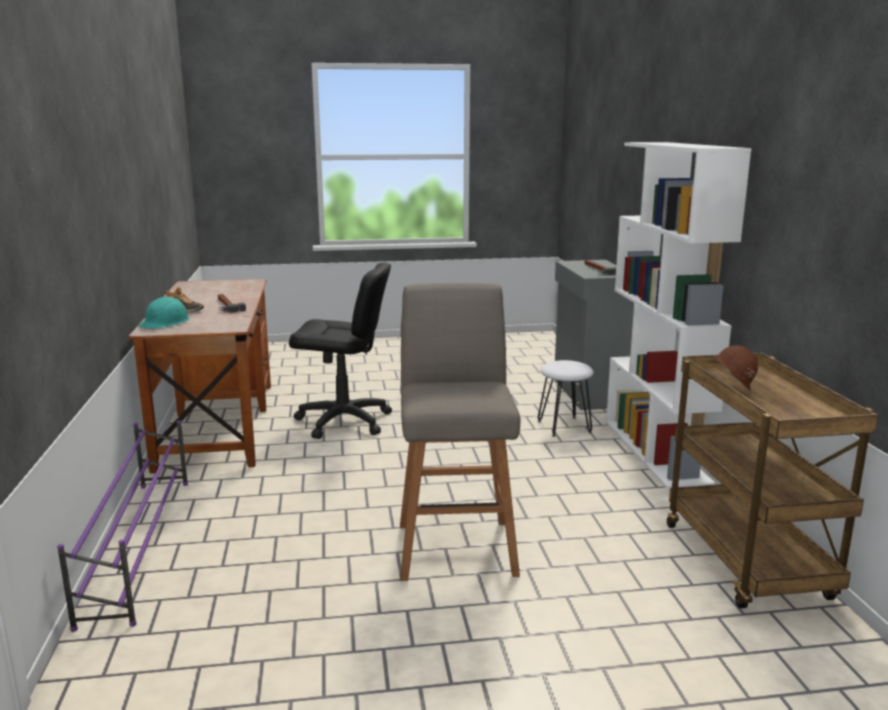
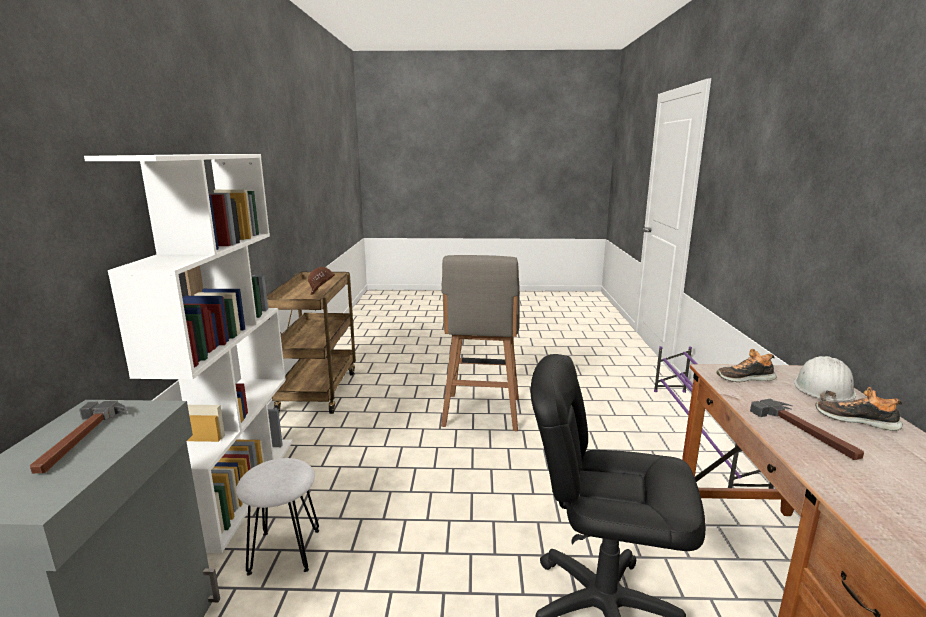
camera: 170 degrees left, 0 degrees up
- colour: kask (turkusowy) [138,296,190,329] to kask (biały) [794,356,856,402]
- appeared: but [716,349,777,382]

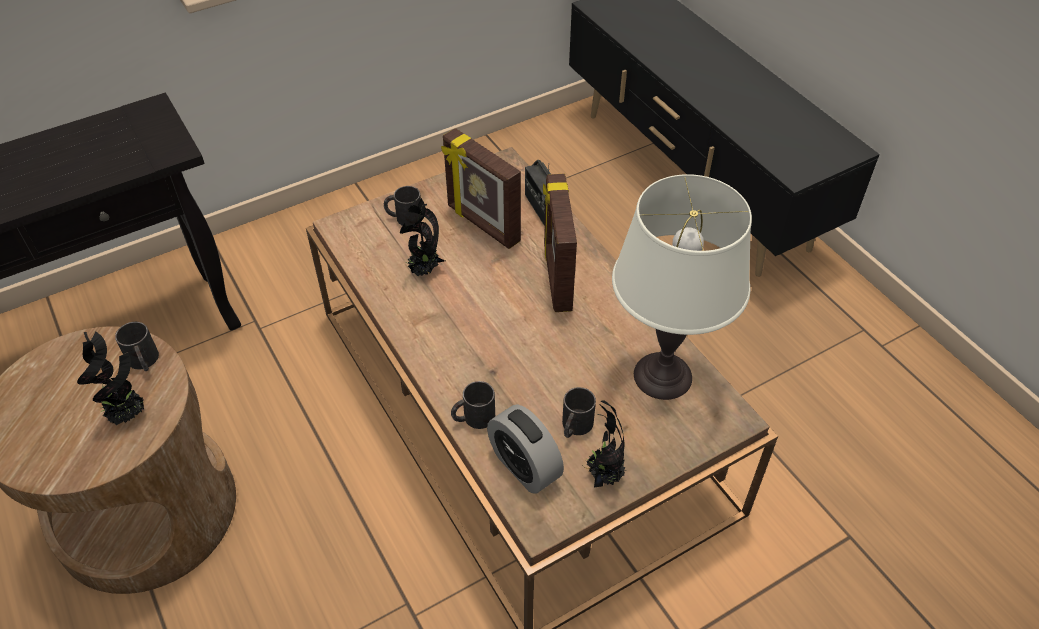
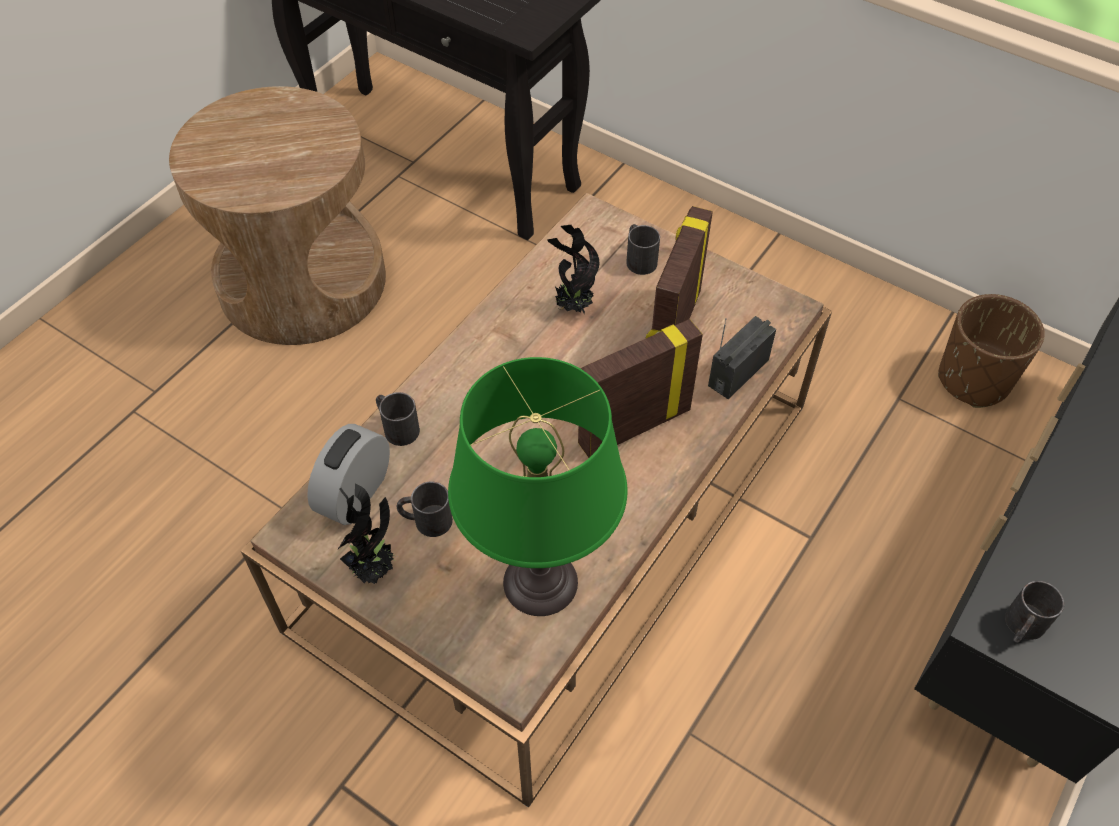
camera: 65 degrees right, 5 degrees up
- colour: lampa stołowa (biały) [612,174,752,400] to lampa stołowa (zielony) [448,357,628,616]
- relocated: kubek (czarny) [115,322,159,371] to [1005,581,1064,643]
- missing: roślina doniczkowa [77,332,144,425]
- appeared: donica (brązowy) [938,294,1045,408]

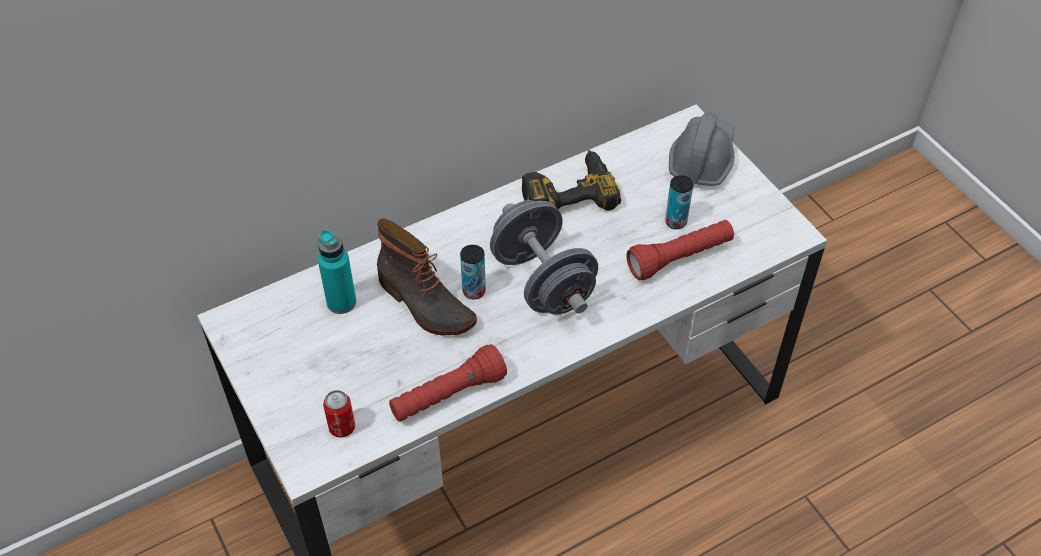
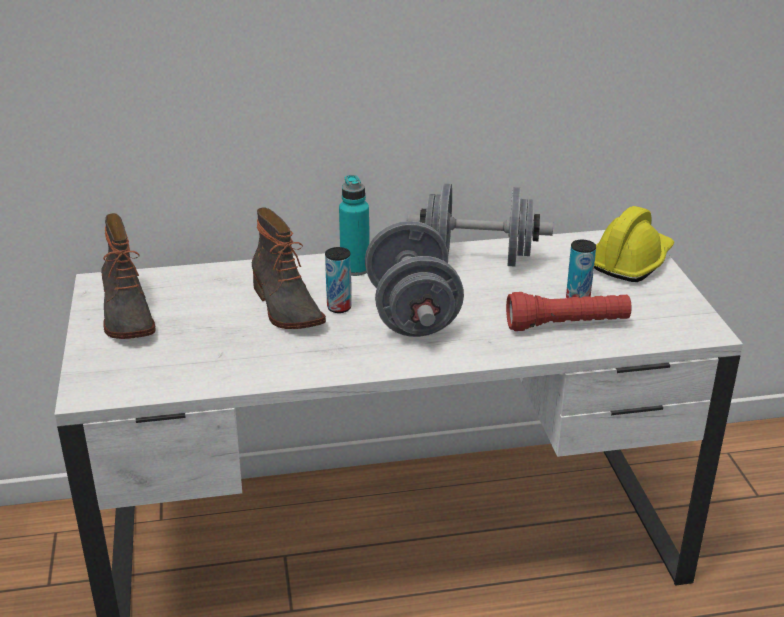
camera: 20 degrees right, 20 degrees down
- colour: kask (szary) [669,113,734,186] to kask (żółty) [594,206,674,282]
- exchanged: wiertarka [522,150,621,211] to hantel (szary) [407,184,553,267]
- relocated: butelka (turkusowy) [318,230,356,314] to [339,175,369,276]
- missing: latarka (czerwony) [389,344,507,422]
- missing: puszka [323,390,355,438]
- appeared: but z cholewką [101,213,156,339]

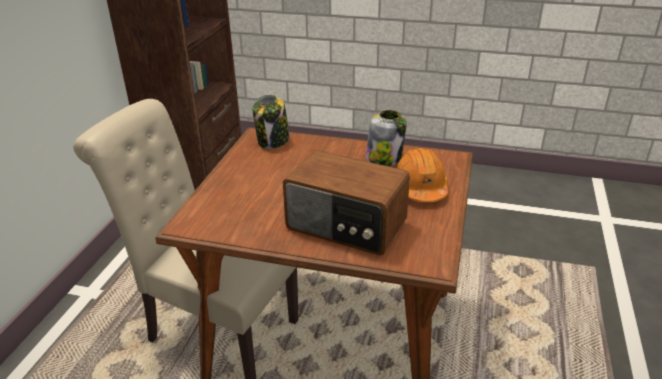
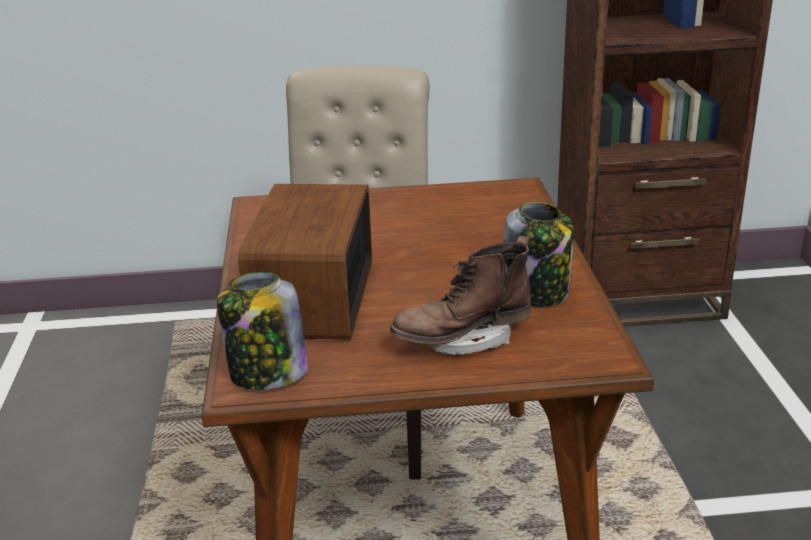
camera: 70 degrees right, 5 degrees down
- relocated: słoik [252,95,290,149] to [217,272,308,390]
- exchanged: kask (pomarańczowy) [397,148,448,202] to but z cholewką (brązowy) [390,235,531,355]

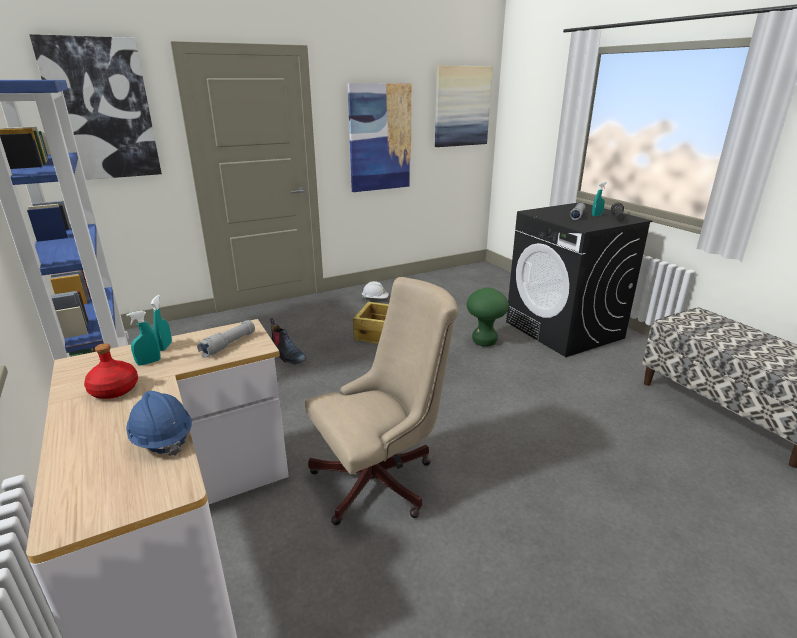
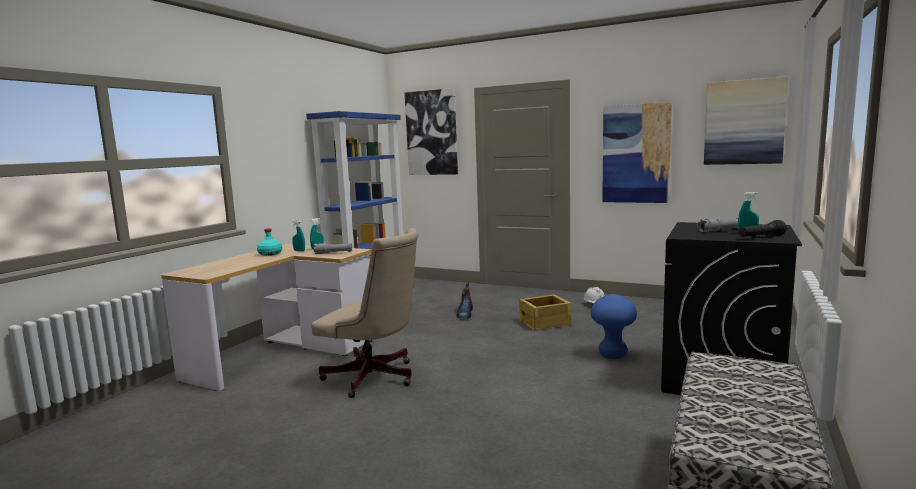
camera: 55 degrees right, 15 degrees down
- colour: stołek (zielony) [467,287,509,347] to stołek (niebieski) [591,294,637,359]
- colour: butelka (czerwony) [84,343,138,399] to butelka (turkusowy) [257,228,282,256]
- missing: kask (niebieski) [126,391,192,456]

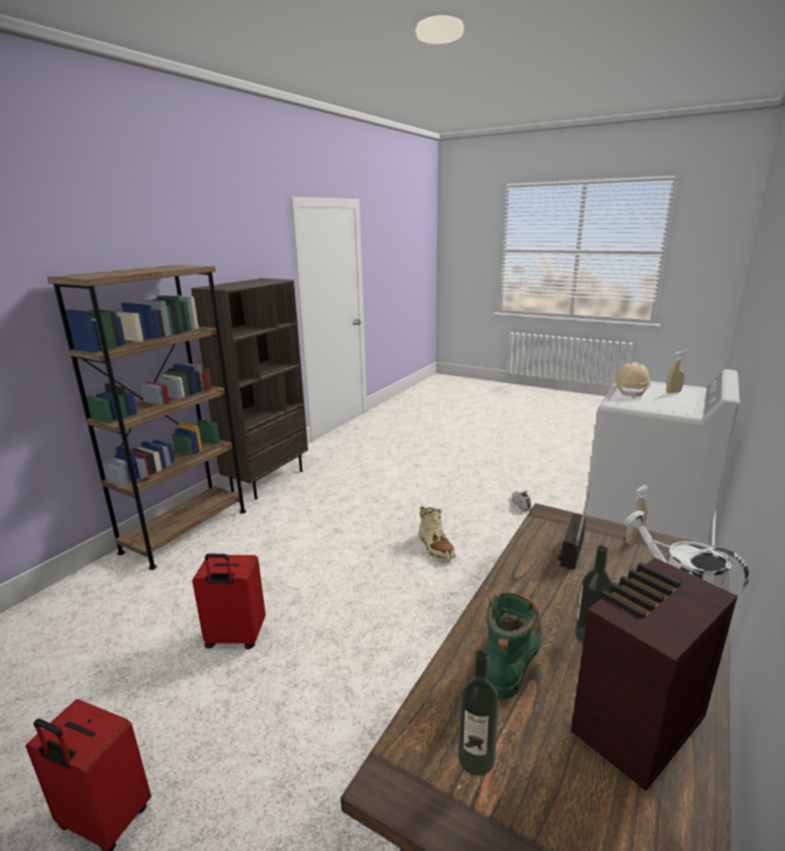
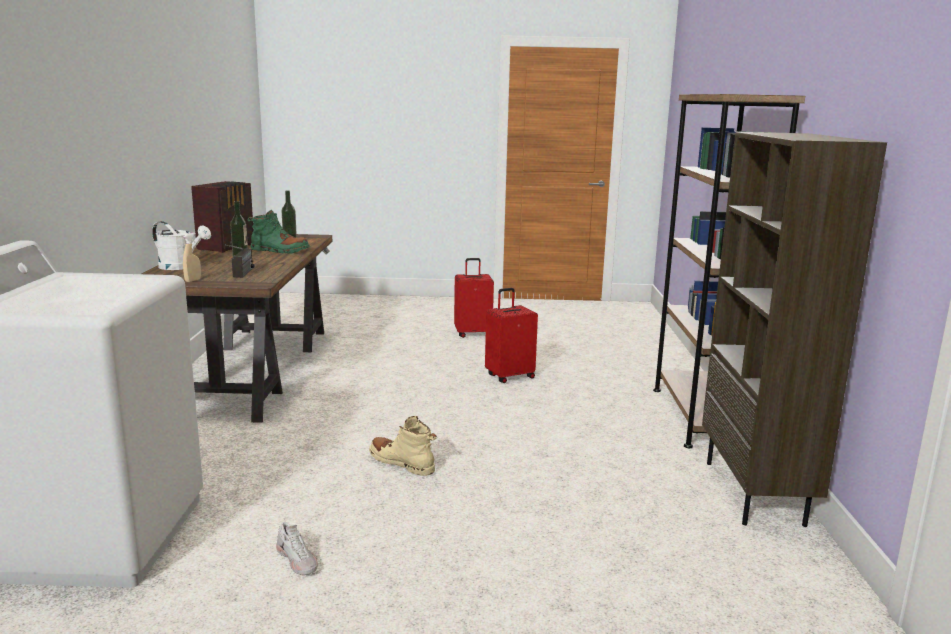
camera: 150 degrees right, 5 degrees down
- missing: spryskiwacz (beżowy) [666,350,687,393]
- missing: kask (beżowy) [614,362,651,398]
- spun: but z cholewką (zielony) [486,593,542,699] = [247,210,310,254] 75 degrees counterclockwise

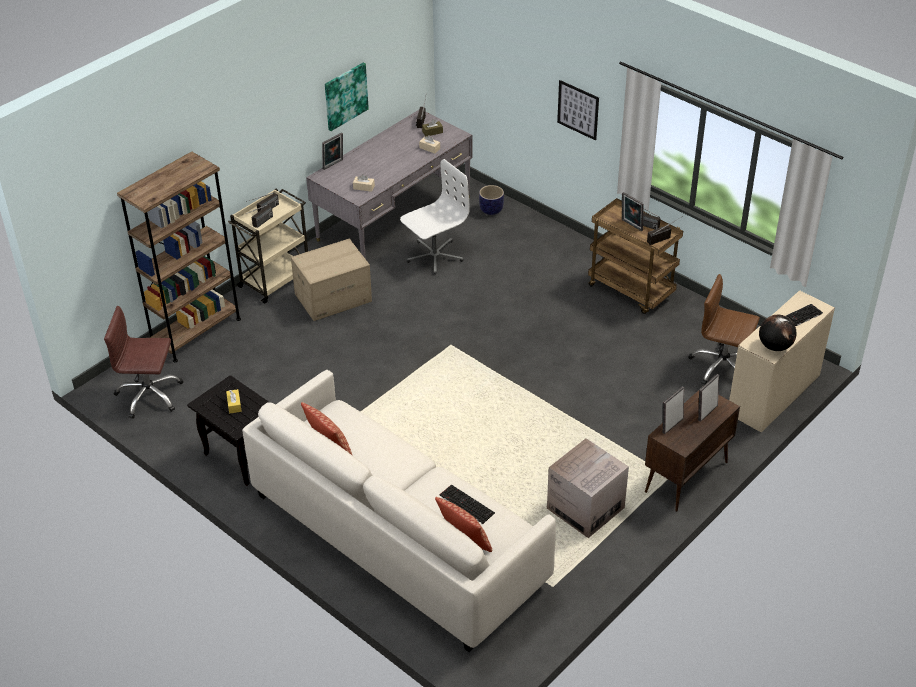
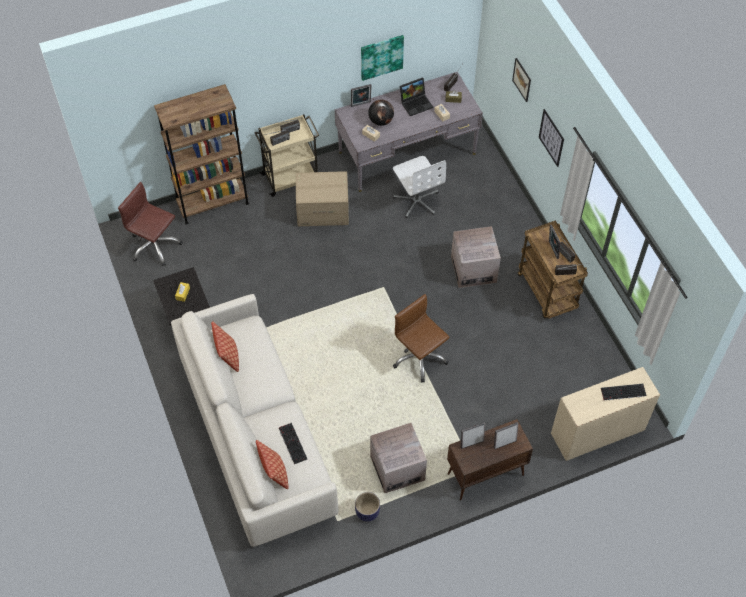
camera: 25 degrees right, 15 degrees up
- spun: krzesło biurowe (biały) [400,159,470,275] = [393,156,446,218] 75 degrees clockwise
- relocated: donica [479,185,504,215] to [355,492,380,522]
- relocated: krzesło biurowe (brązowy) [688,274,760,385] to [393,294,449,383]
- relocated: globus [759,315,796,351] to [368,100,394,126]
- appeared: obraz [512,58,531,102]
- appeared: laptop [400,77,433,116]
- appeared: karton [451,226,501,288]

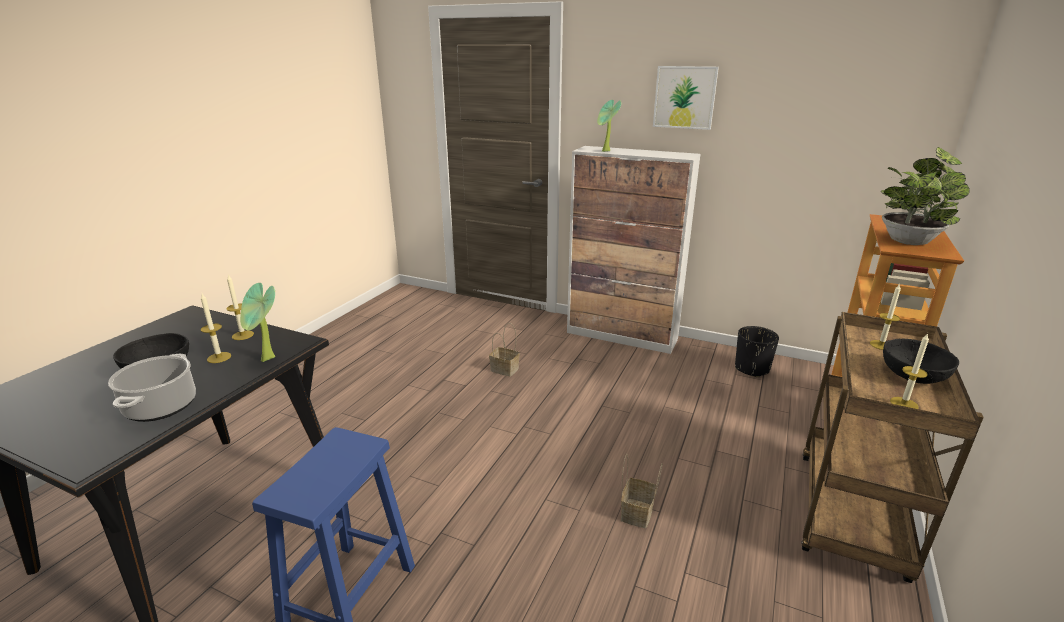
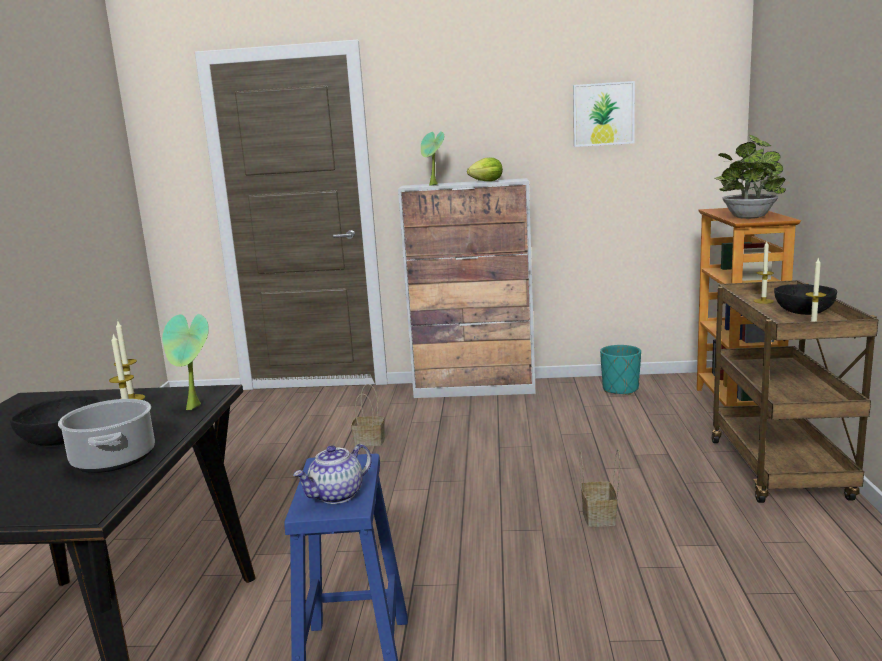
camera: 20 degrees left, 10 degrees down
- relocated: obraz [653,66,719,130] to [573,81,635,147]
- colour: donica (czarny) [735,326,779,377] to donica (turkusowy) [600,345,641,395]
- appeared: sałata [467,157,503,181]
- appeared: imbryk [293,444,372,504]

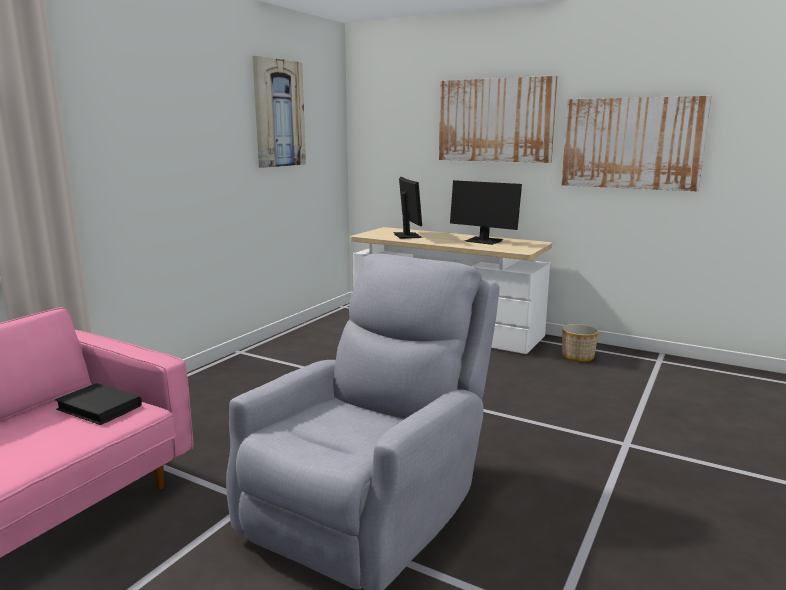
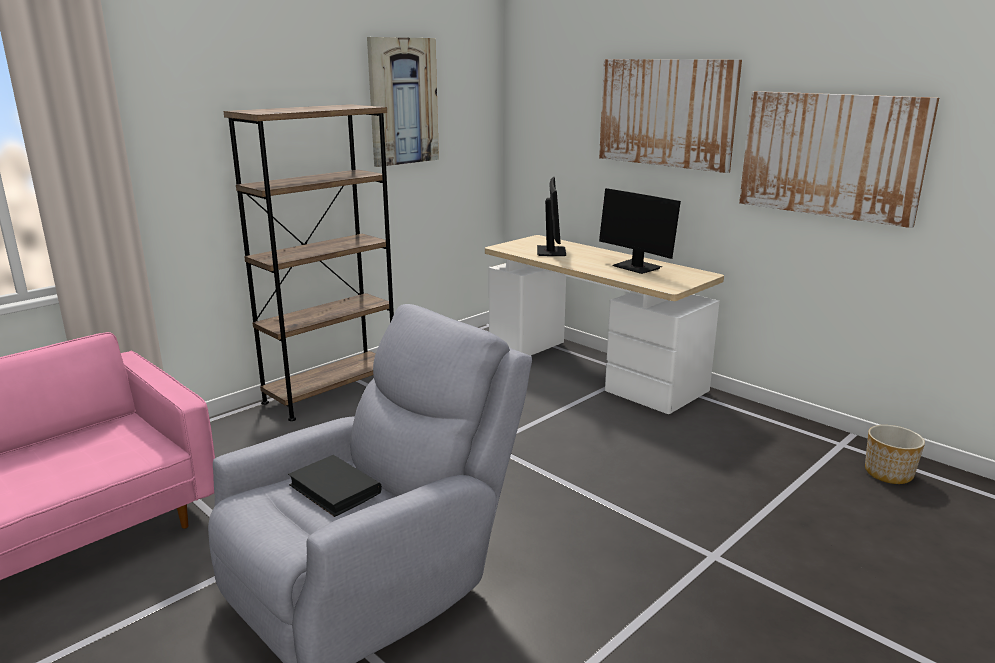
camera: 15 degrees right, 5 degrees up
- relocated: donica [562,324,599,362] to [865,425,925,484]
- relocated: książka (czarny) [55,383,142,425] to [288,455,382,517]
- appeared: regał (brązowy) [223,104,394,421]

